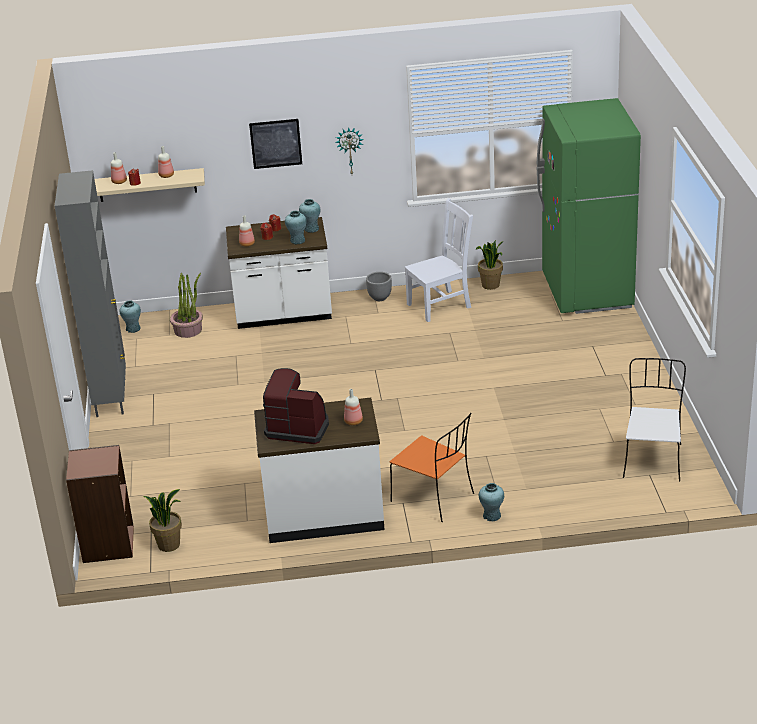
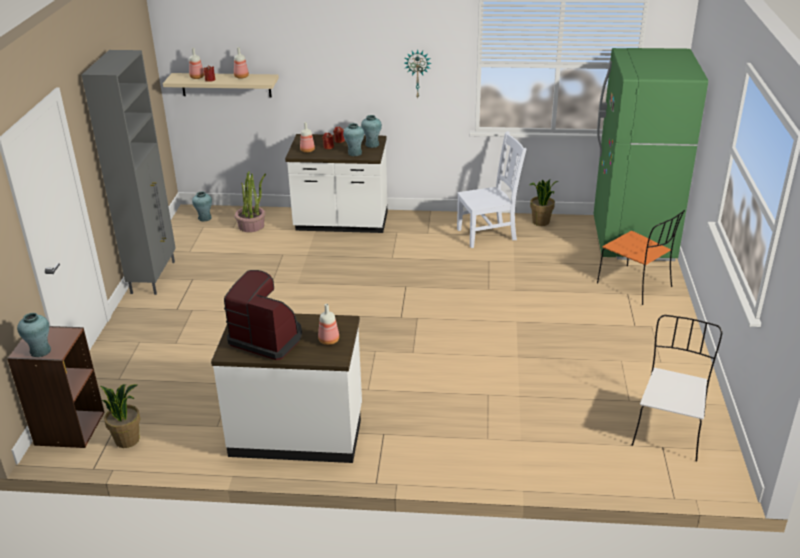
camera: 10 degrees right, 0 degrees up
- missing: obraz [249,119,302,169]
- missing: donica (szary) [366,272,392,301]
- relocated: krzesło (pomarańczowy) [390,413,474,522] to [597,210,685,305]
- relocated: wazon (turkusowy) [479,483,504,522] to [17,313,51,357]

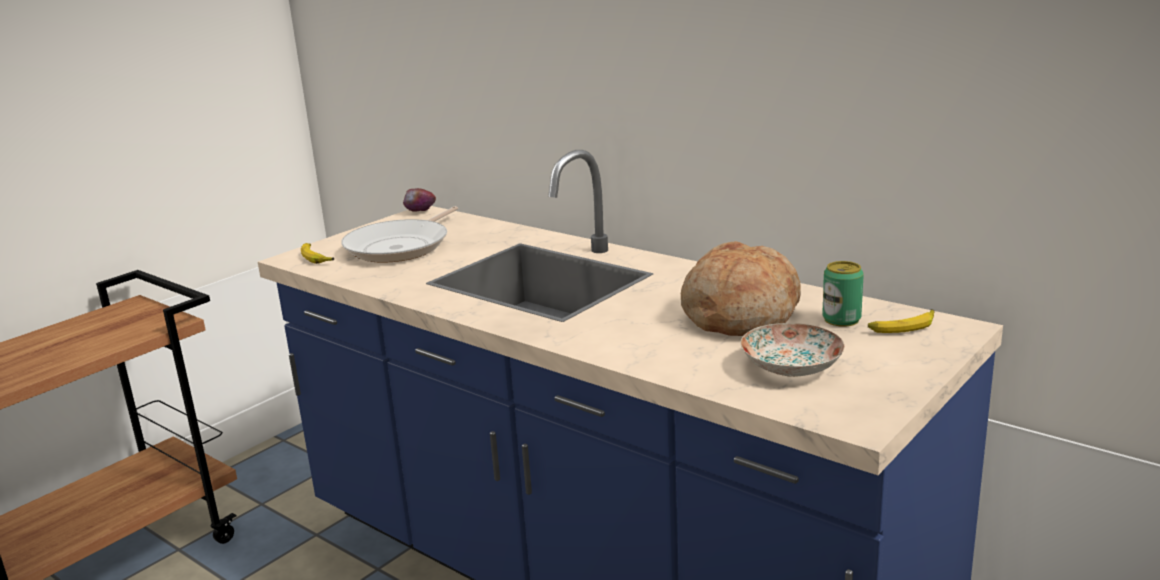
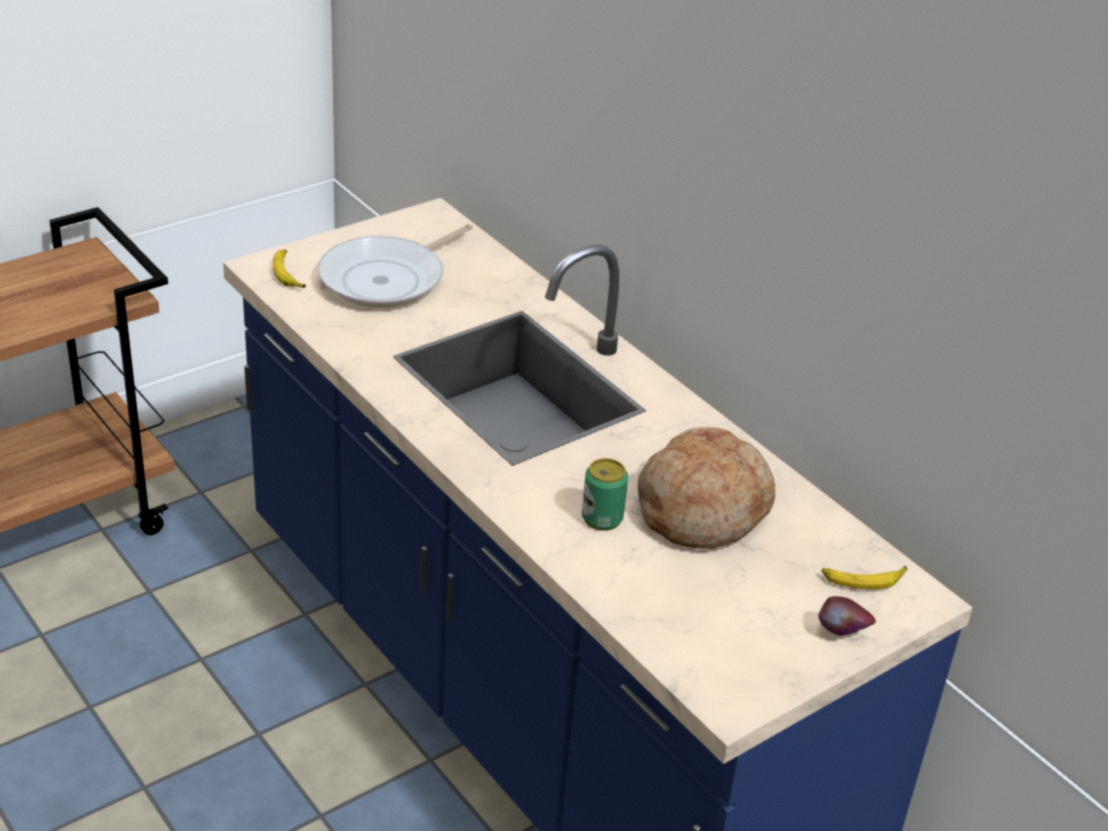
camera: 10 degrees right, 15 degrees up
- relocated: jabłko [403,188,436,212] to [818,596,876,636]
- relocated: puszka [822,261,864,327] to [582,458,628,531]
- missing: talerz [740,323,844,377]

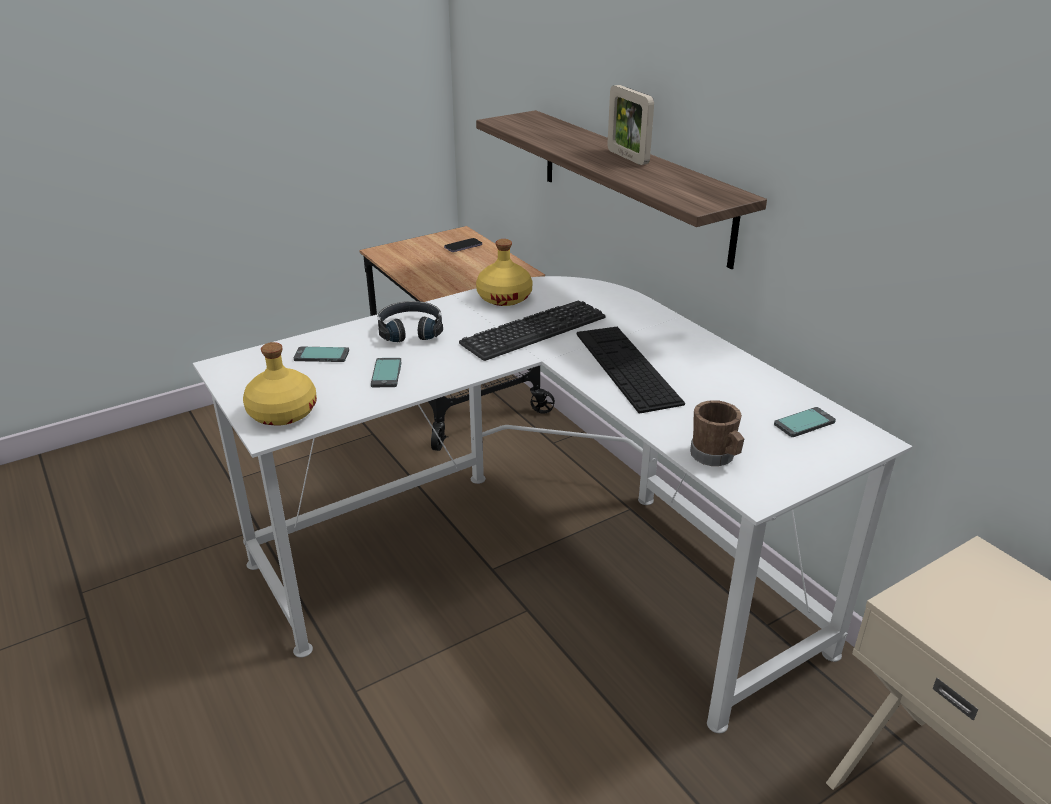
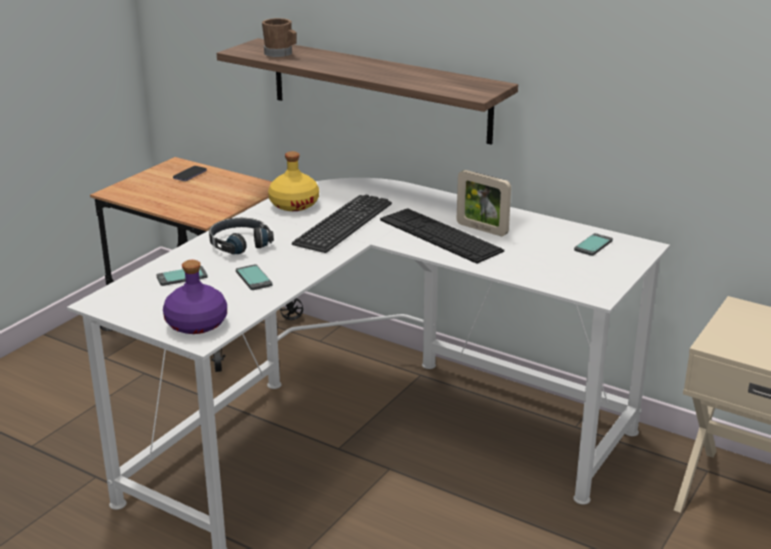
camera: 25 degrees left, 5 degrees down
- relocated: ramka na zdjęcie [607,85,654,165] to [457,170,511,236]
- colour: butelka (żółty) [243,342,317,426] to butelka (fioletowy) [163,260,227,334]
- relocated: kubek (brązowy) [690,400,744,466] to [262,18,297,58]

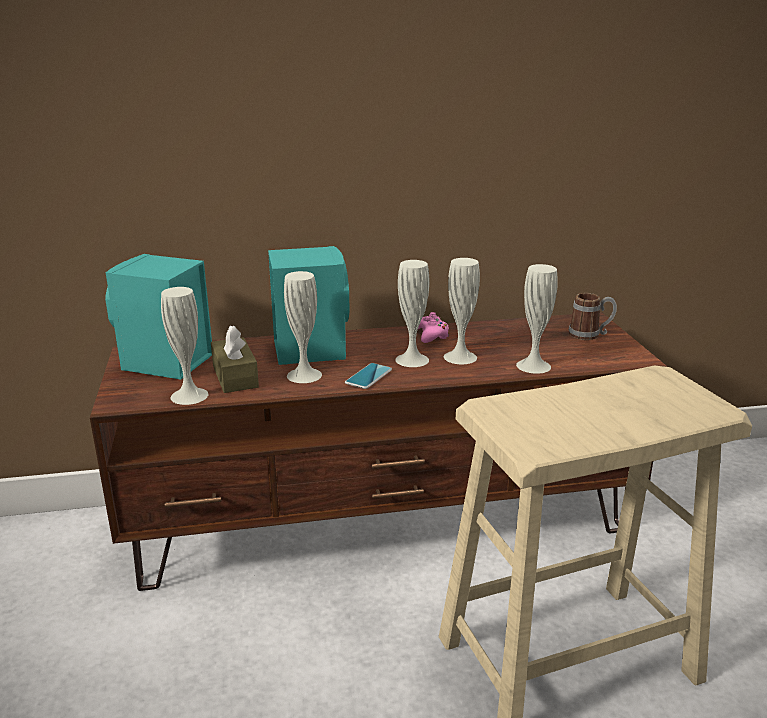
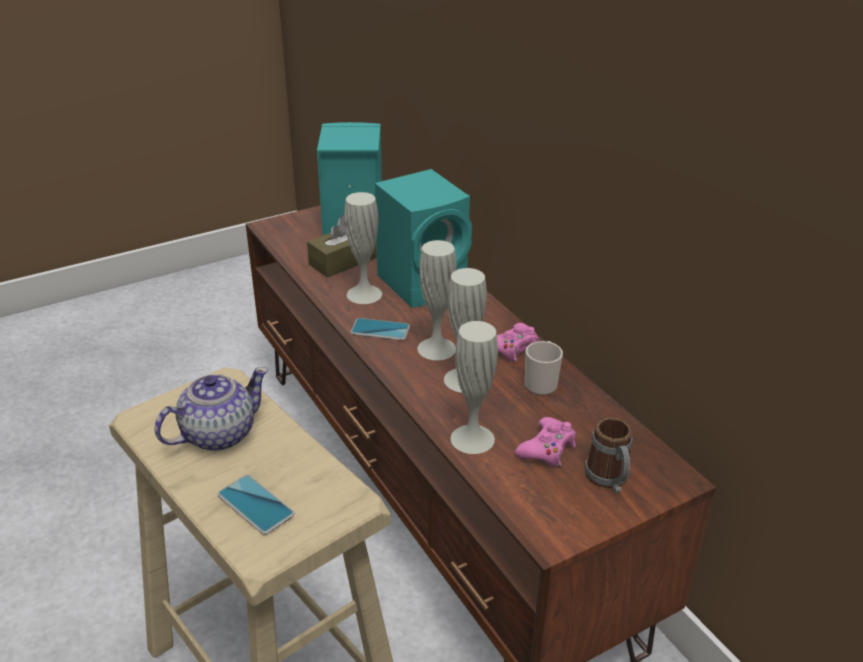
camera: 70 degrees right, 10 degrees up
- missing: wazon (biały) [161,287,208,405]
- appeared: kubek [525,341,563,395]
- appeared: imbryk [154,367,268,451]
- appeared: pad do gier (różowy) [515,417,576,467]
- appeared: telefon [218,475,295,535]

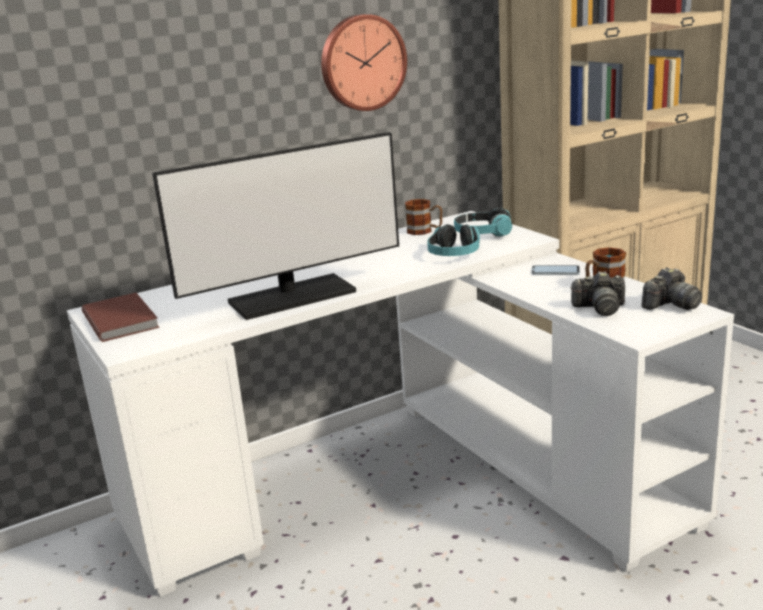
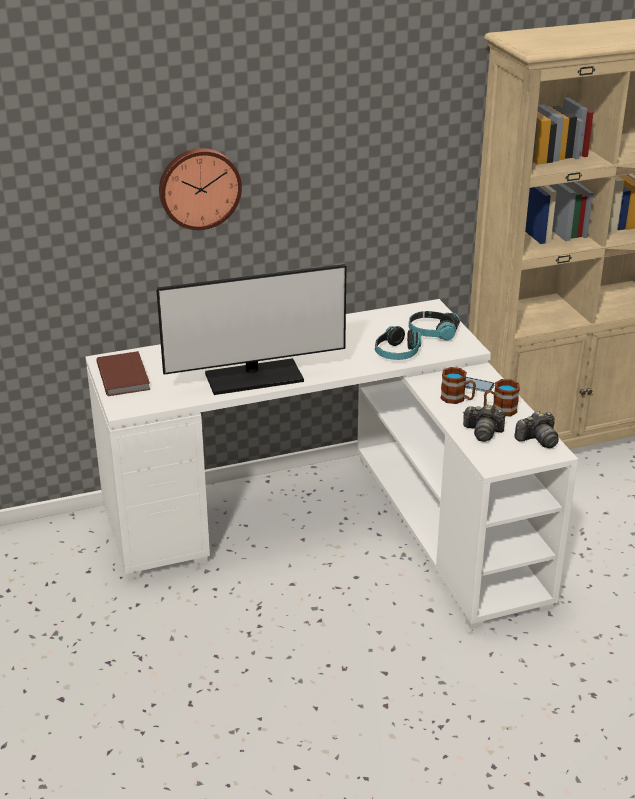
camera: 10 degrees right, 10 degrees up
- relocated: zegar ścienny [321,14,407,111] to [159,148,242,230]
- relocated: kubek [405,199,442,235] to [440,367,476,404]

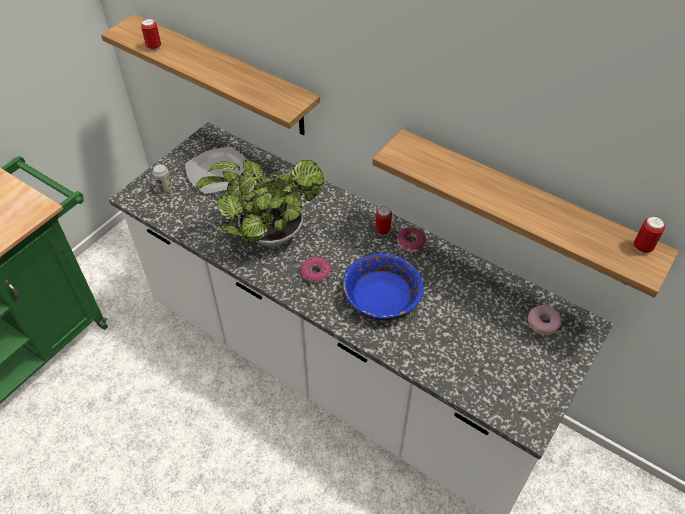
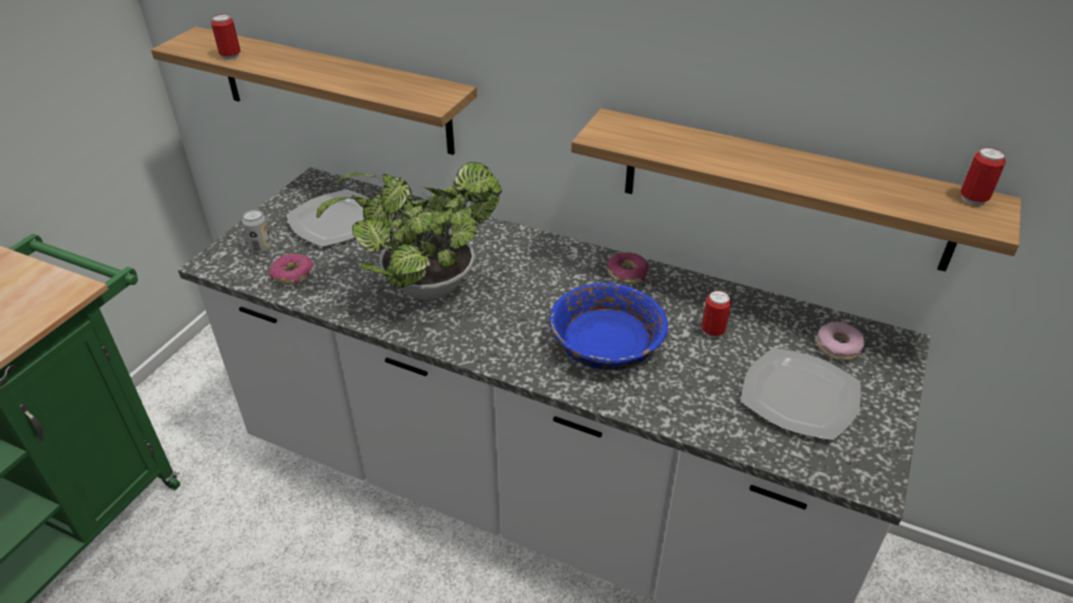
camera: 10 degrees left, 10 degrees down
- relocated: puszka [375,206,392,236] to [702,290,731,338]
- relocated: donut [300,257,332,283] to [270,253,314,285]
- appeared: talerz [741,348,861,440]

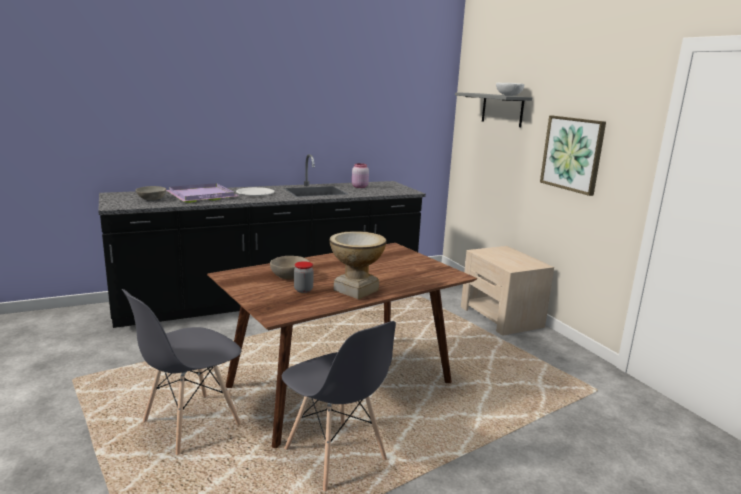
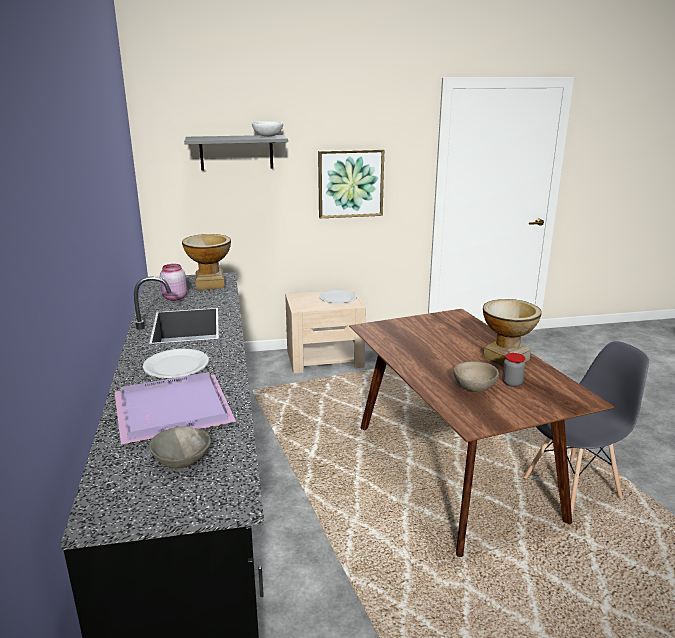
camera: 75 degrees left, 5 degrees up
- missing: krzesło (szary) [122,289,241,455]
- appeared: wazon [182,234,231,290]
- appeared: talerz (biały) [319,290,357,303]

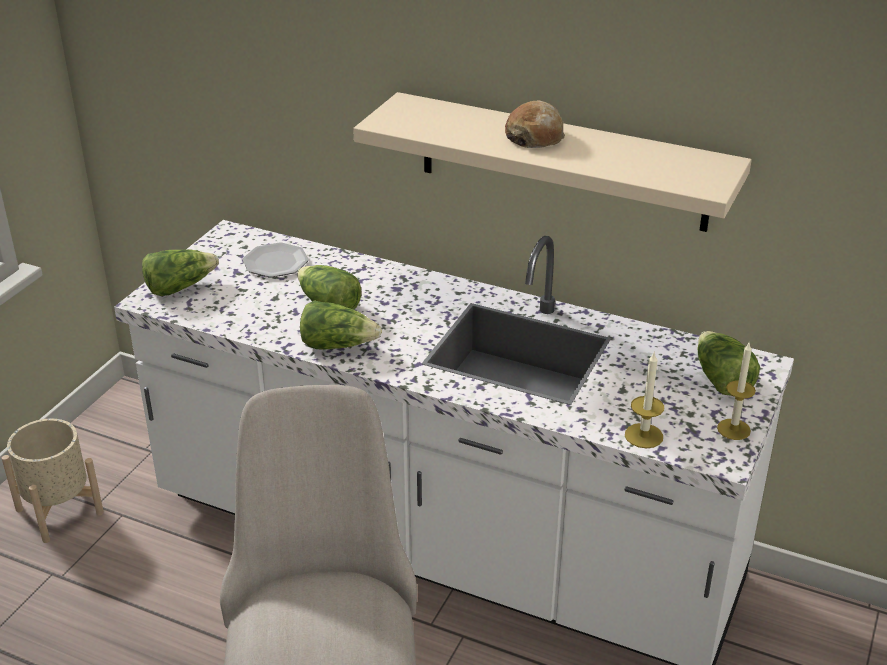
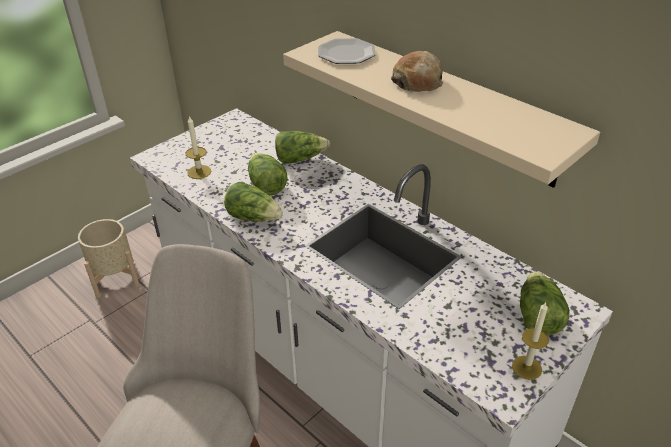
camera: 20 degrees right, 5 degrees up
- relocated: talerz [243,242,309,278] to [318,38,376,64]
- relocated: sałata [142,249,219,296] to [275,131,330,164]
- relocated: świeca [625,353,664,448] to [186,116,211,179]

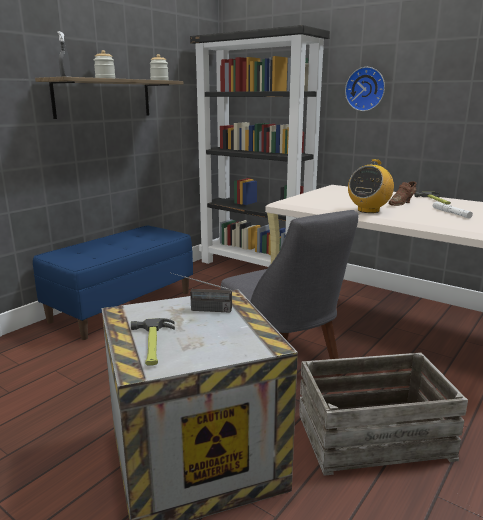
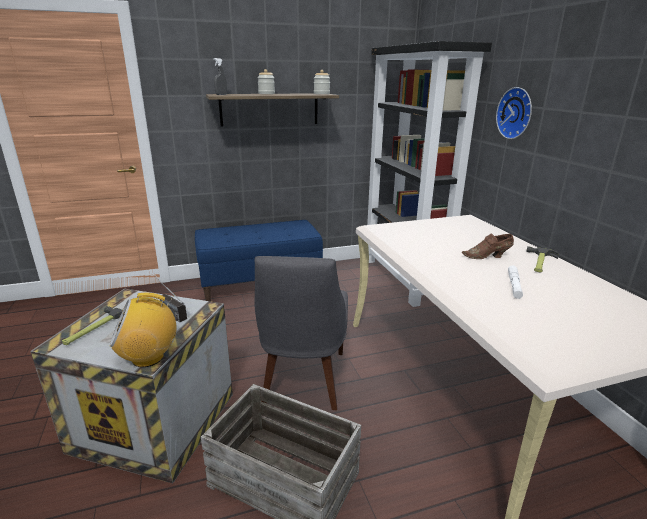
camera: 35 degrees right, 5 degrees up
- relocated: radio [348,159,394,213] to [110,293,177,367]

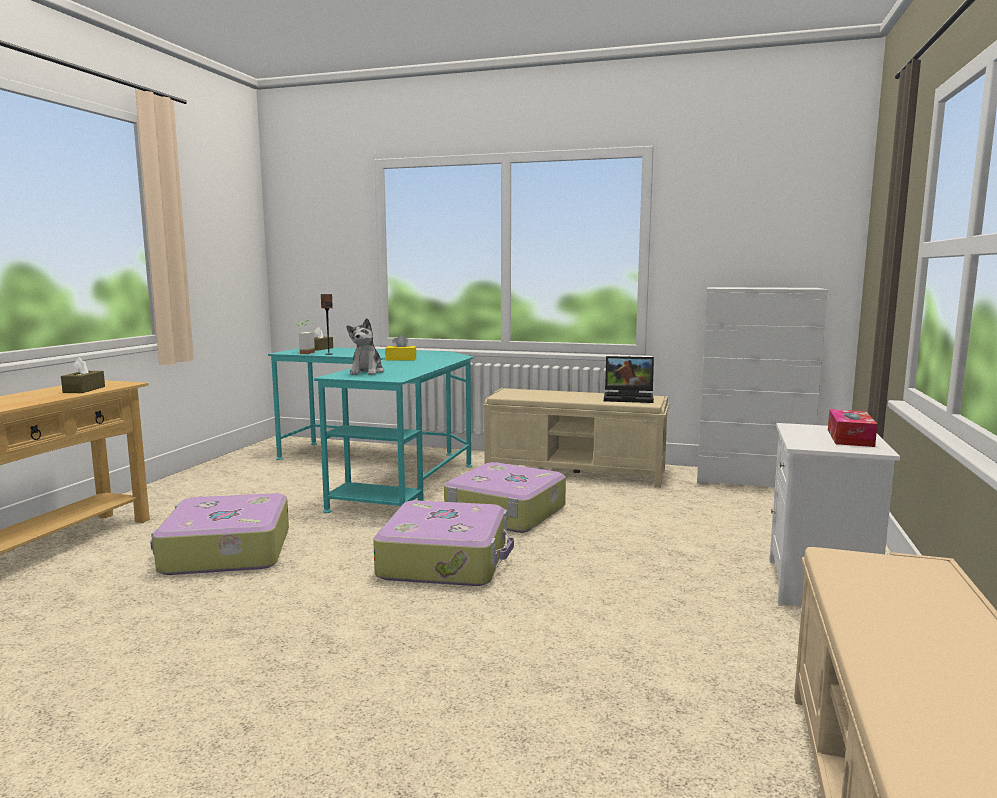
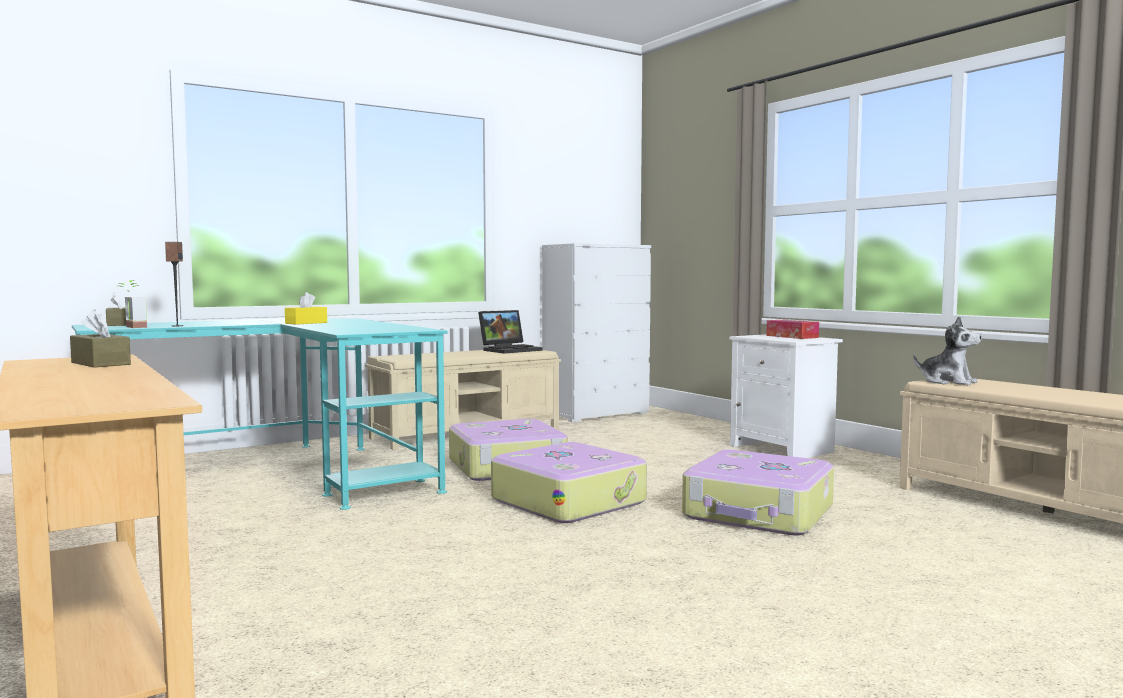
camera: 50 degrees left, 5 degrees down
- relocated: pluszak [347,318,384,375] to [913,316,981,385]
- relocated: walizka [150,493,289,575] to [682,450,834,535]

